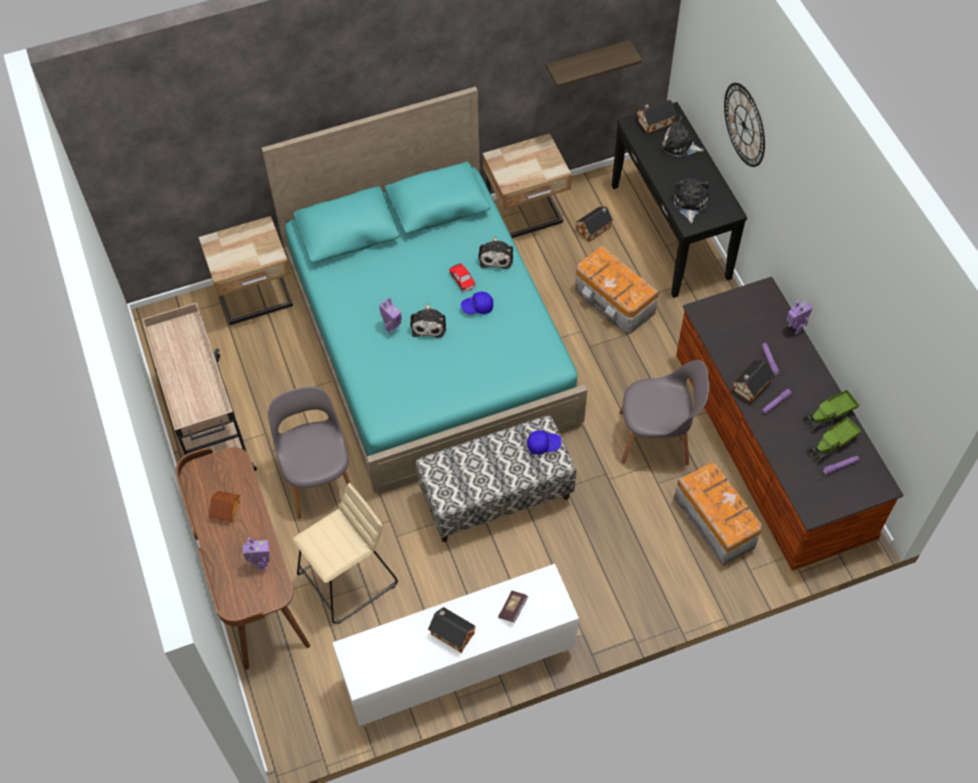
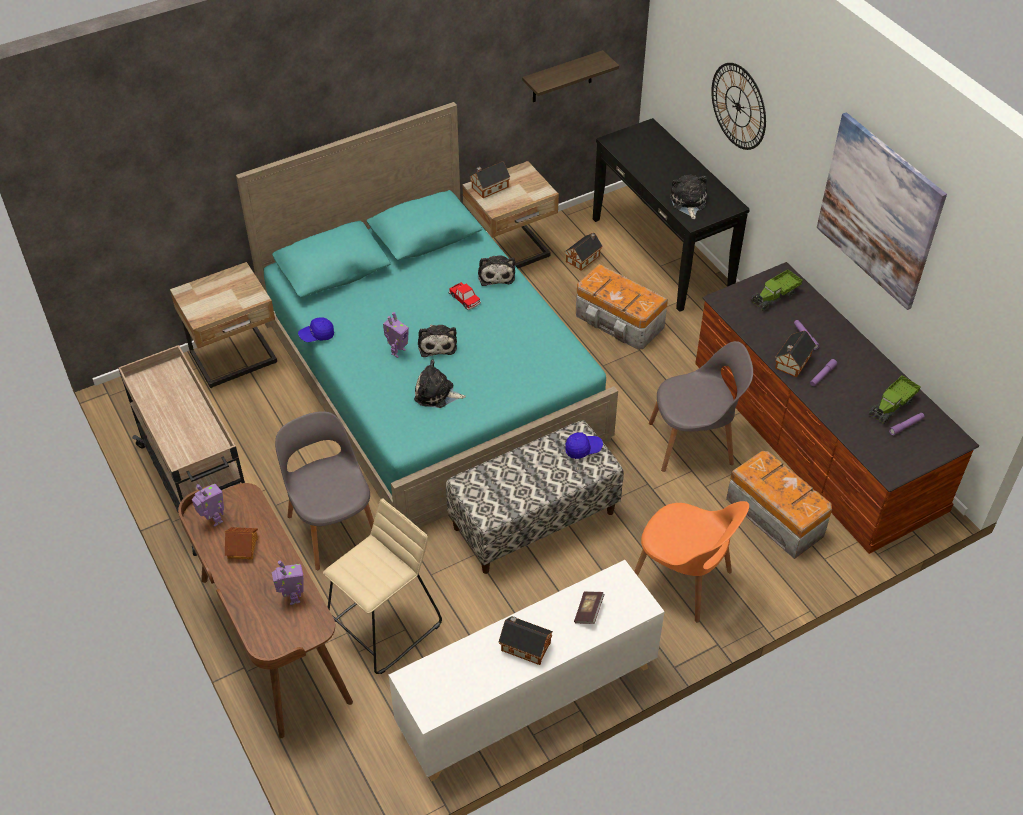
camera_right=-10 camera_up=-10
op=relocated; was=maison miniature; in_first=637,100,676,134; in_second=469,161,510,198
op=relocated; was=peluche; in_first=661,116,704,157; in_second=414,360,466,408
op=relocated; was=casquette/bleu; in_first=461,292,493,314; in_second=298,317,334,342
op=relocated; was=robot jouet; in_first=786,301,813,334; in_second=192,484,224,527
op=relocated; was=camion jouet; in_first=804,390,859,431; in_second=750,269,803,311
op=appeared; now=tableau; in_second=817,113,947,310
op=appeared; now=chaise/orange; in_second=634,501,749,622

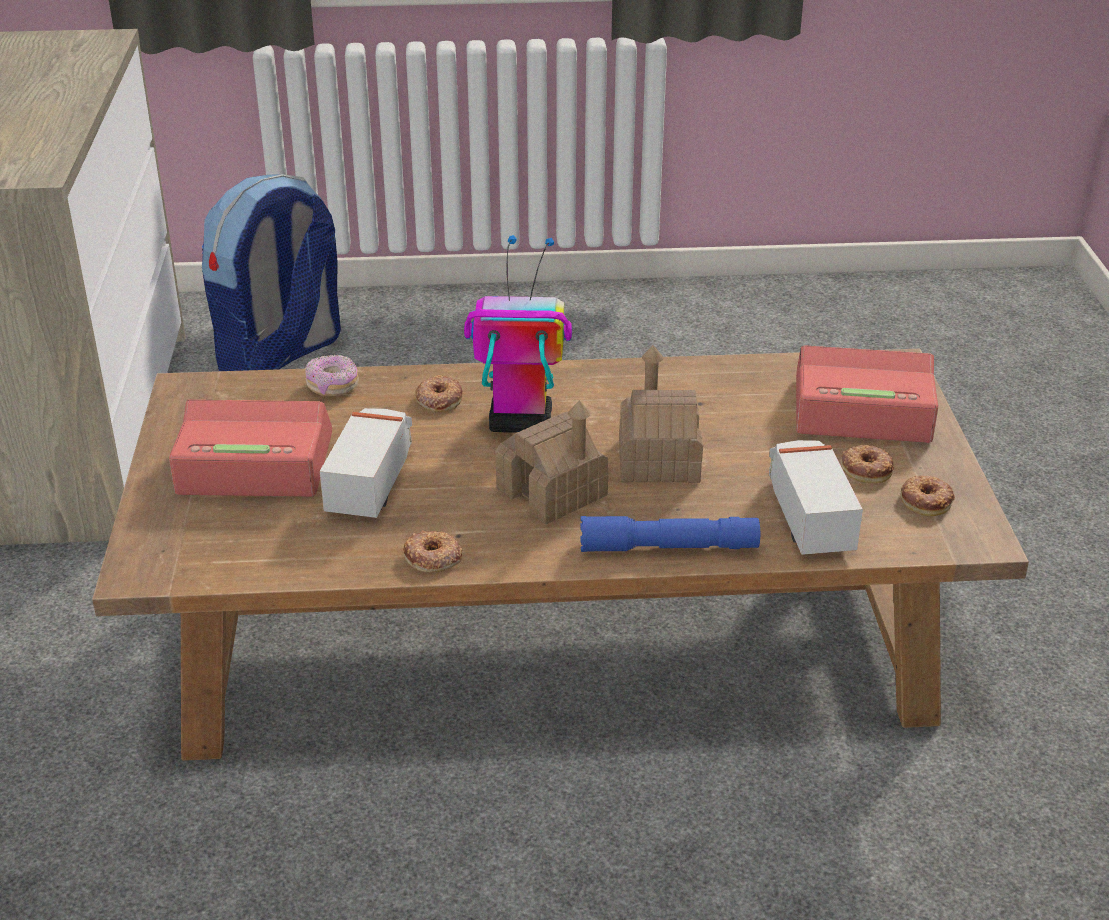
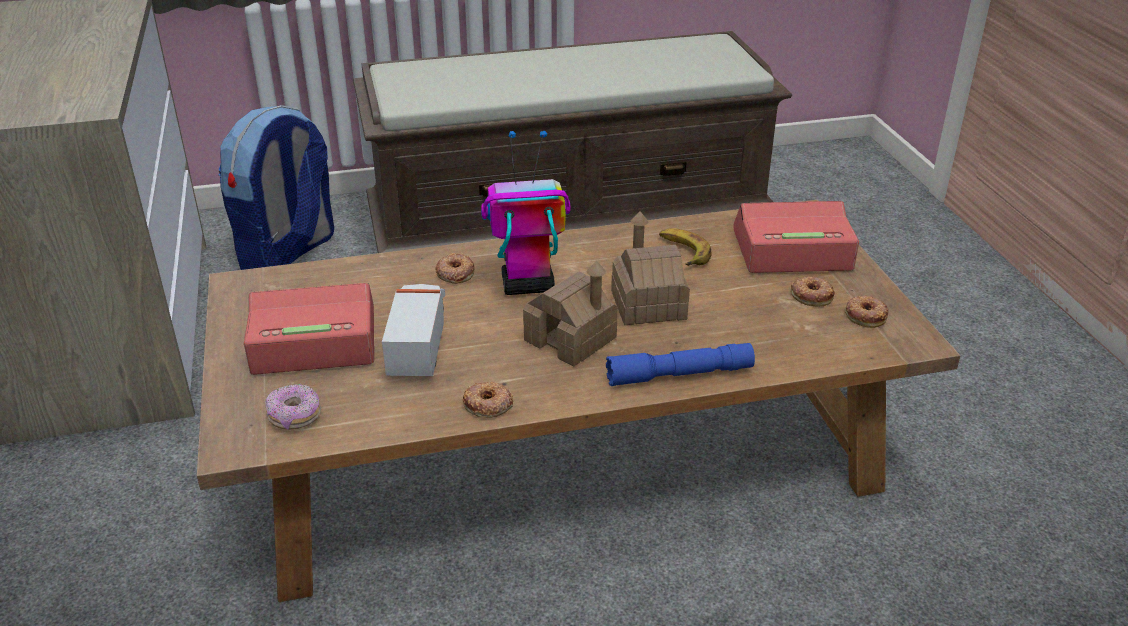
camera_right=-10 camera_up=0
op=relocated; was=beignet; in_first=305,355,359,396; in_second=265,384,321,430
op=missing; was=camion jouet; in_first=769,440,863,555
op=appeared; now=banc/marron; in_second=353,31,792,253
op=appeared; now=banane; in_second=659,228,712,266

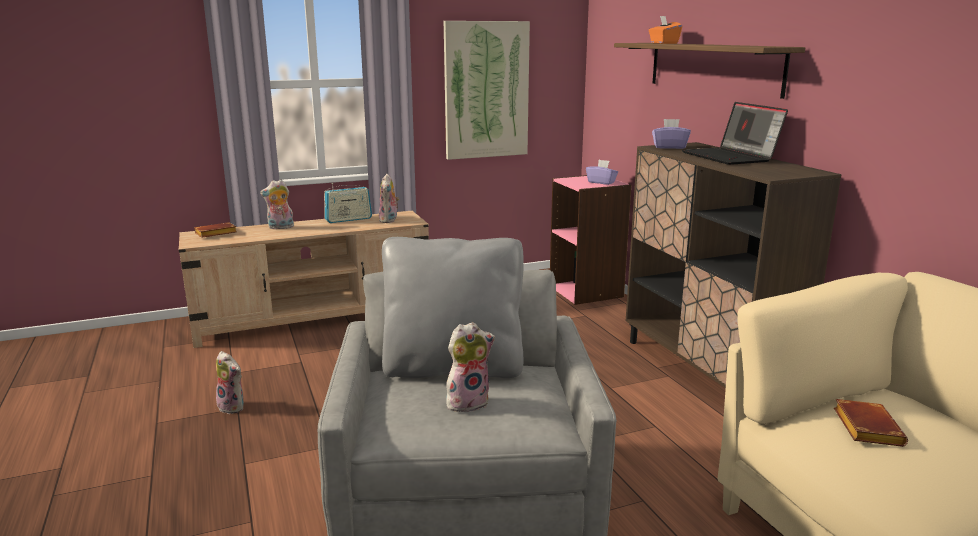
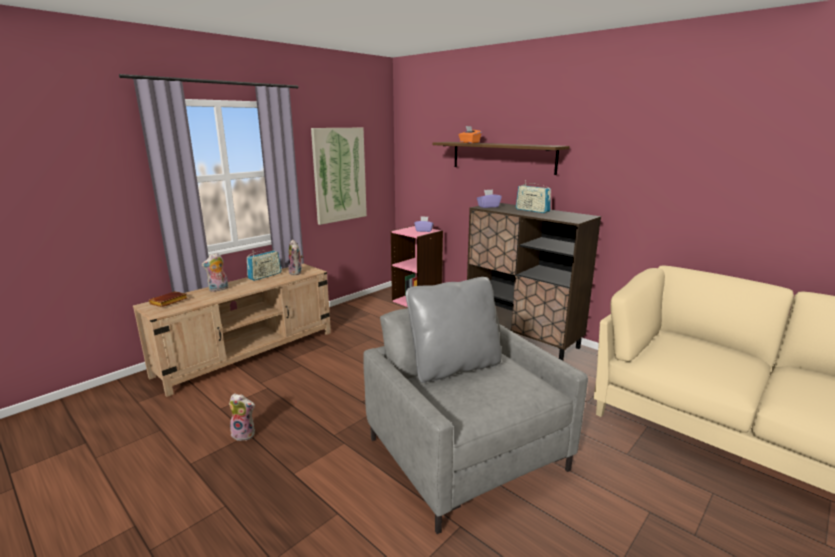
camera_right=-25 camera_up=0
op=exchanged; was=ordinateur portable; now=radio; in_first=682,102,788,165; in_second=516,180,551,213
op=missing; was=peluche; in_first=446,322,495,412
op=missing; was=livre/marron; in_first=834,399,908,447

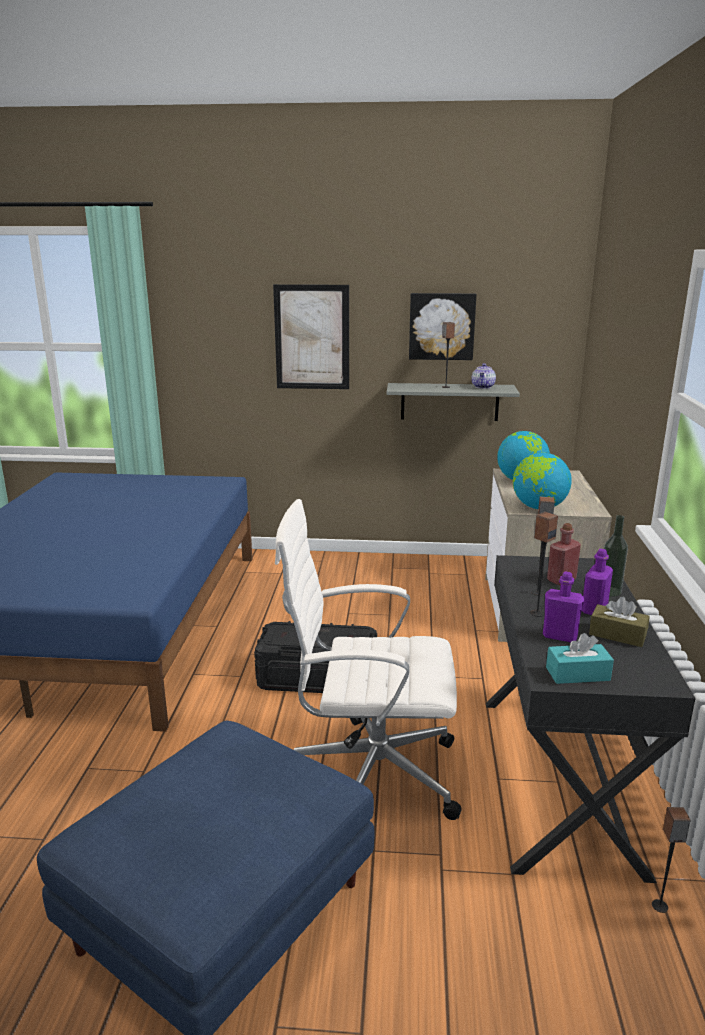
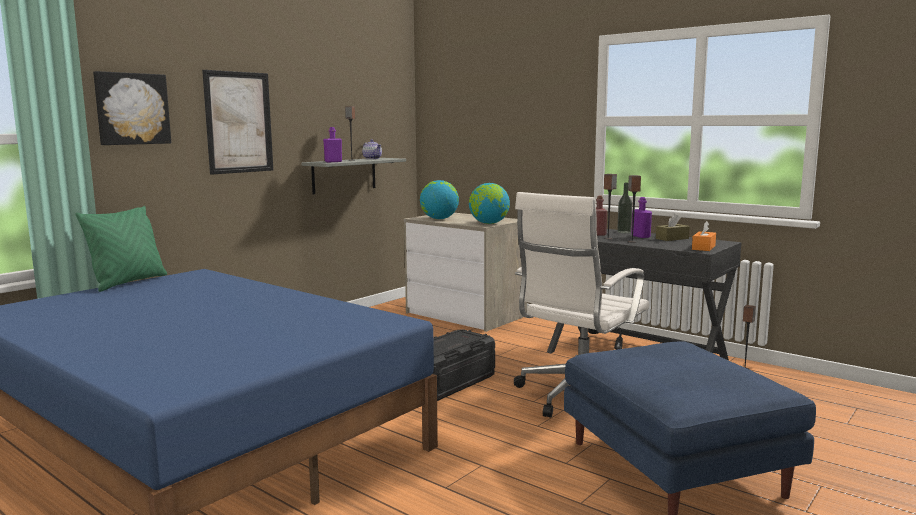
camera_right=-55 camera_up=-10
op=relocated; was=tableau; in_first=409,293,476,360; in_second=93,71,171,145
op=relocated; was=bouteille/violet; in_first=543,571,584,642; in_second=323,127,342,162
op=colour; was=boîte à mouchoirs/turquoise; now=boîte à mouchoirs/orange; in_first=546,633,614,684; in_second=692,221,716,251
op=appeared; now=coussin/vert; in_second=76,206,167,292

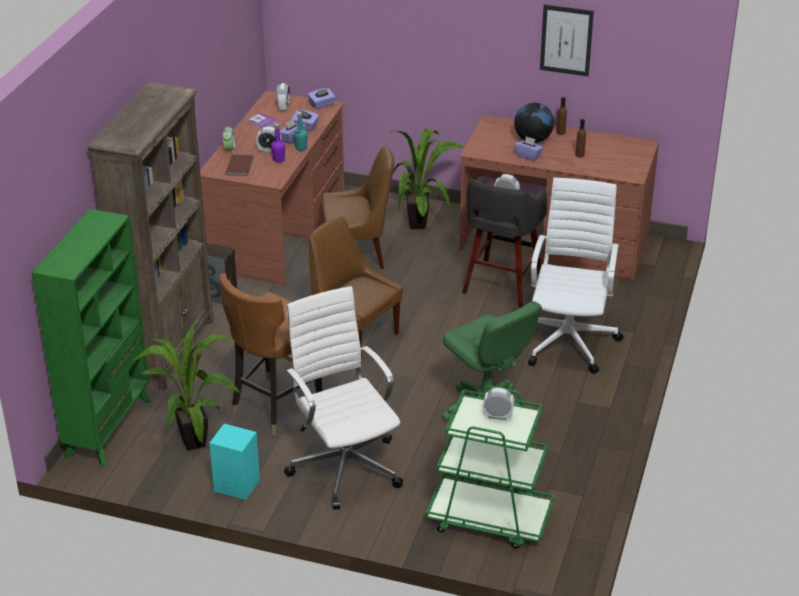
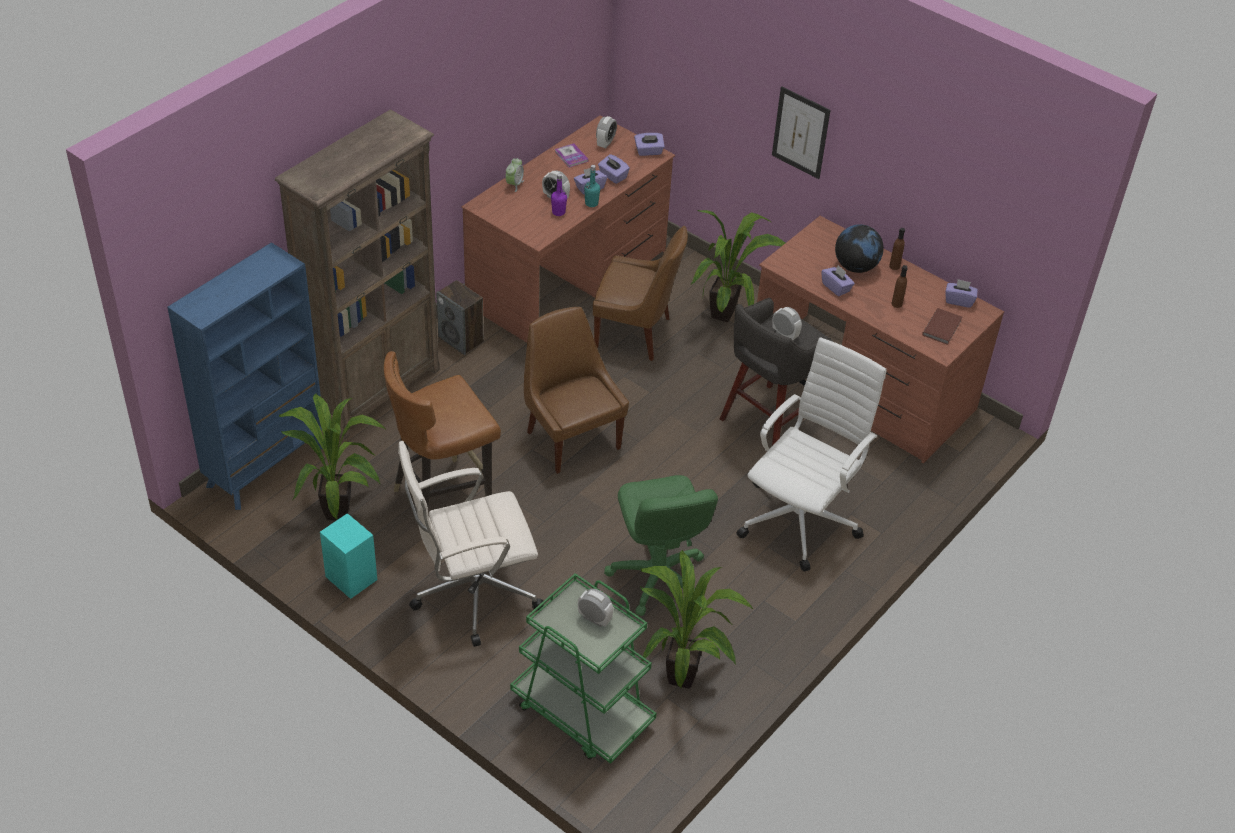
camera_right=20 camera_up=10
op=relocated; was=tableau; in_first=540,5,594,76; in_second=772,86,830,179
op=relocated; was=livre/marron; in_first=225,154,253,176; in_second=922,308,962,345
op=colour; was=bibliothèque/vert; now=bibliothèque/bleu; in_first=31,209,151,467; in_second=167,242,323,510
op=spun; was=chaise de bureau/blanc; in_first=284,286,403,510; in_second=398,441,544,647; clockwise=-105
op=appeared; now=boîte à mouchoirs/violet; in_second=945,279,978,308
op=appeared; now=plante en pot; in_second=640,550,753,689

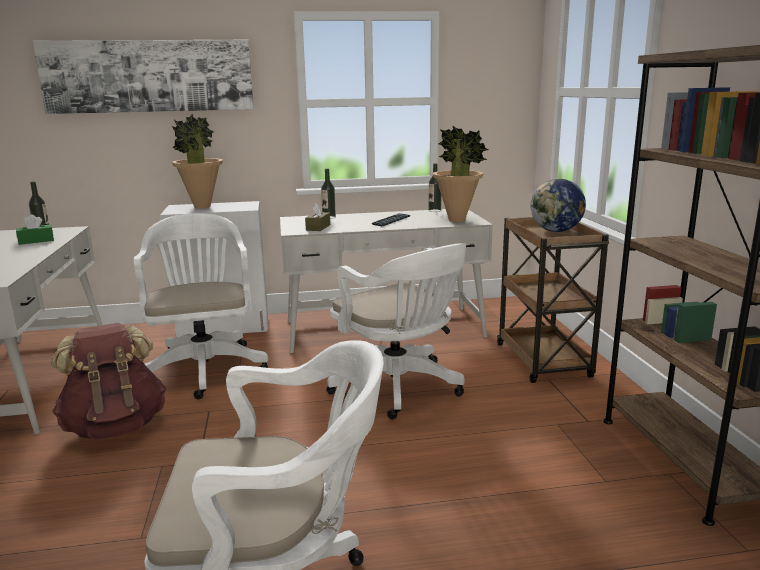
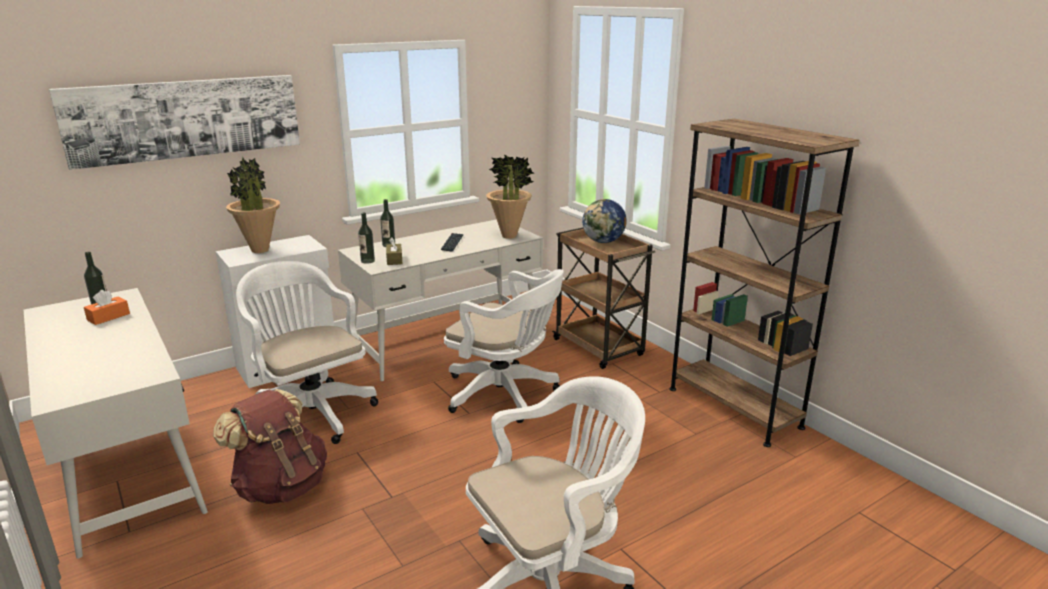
camera_right=-25 camera_up=5
op=relocated; was=bouteille; in_first=429,164,441,212; in_second=358,213,375,264
op=colour; was=boîte à mouchoirs/vert; now=boîte à mouchoirs/orange; in_first=16,214,54,245; in_second=84,290,130,325

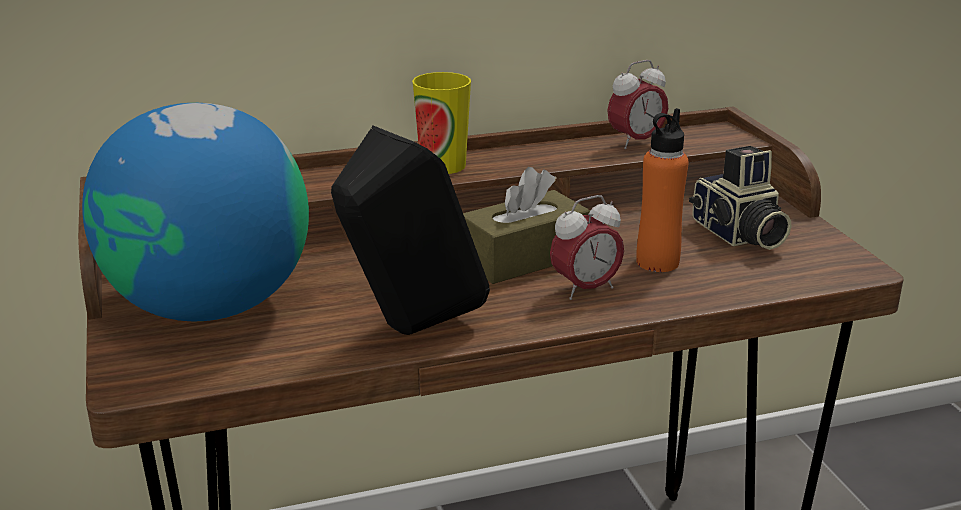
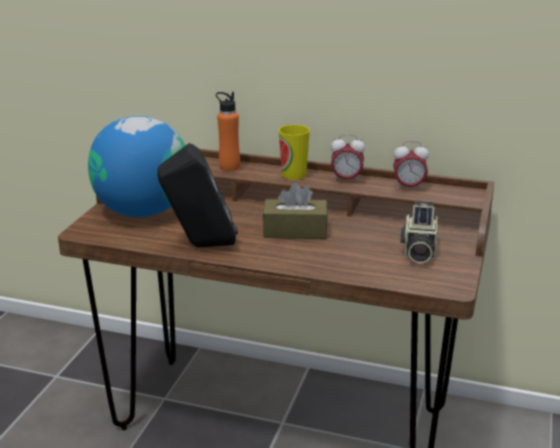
camera_right=35 camera_up=0
op=relocated; was=bouteille/orange; in_first=636,108,689,272; in_second=216,92,240,171
op=relocated; was=réveil; in_first=550,195,624,300; in_second=331,134,365,183

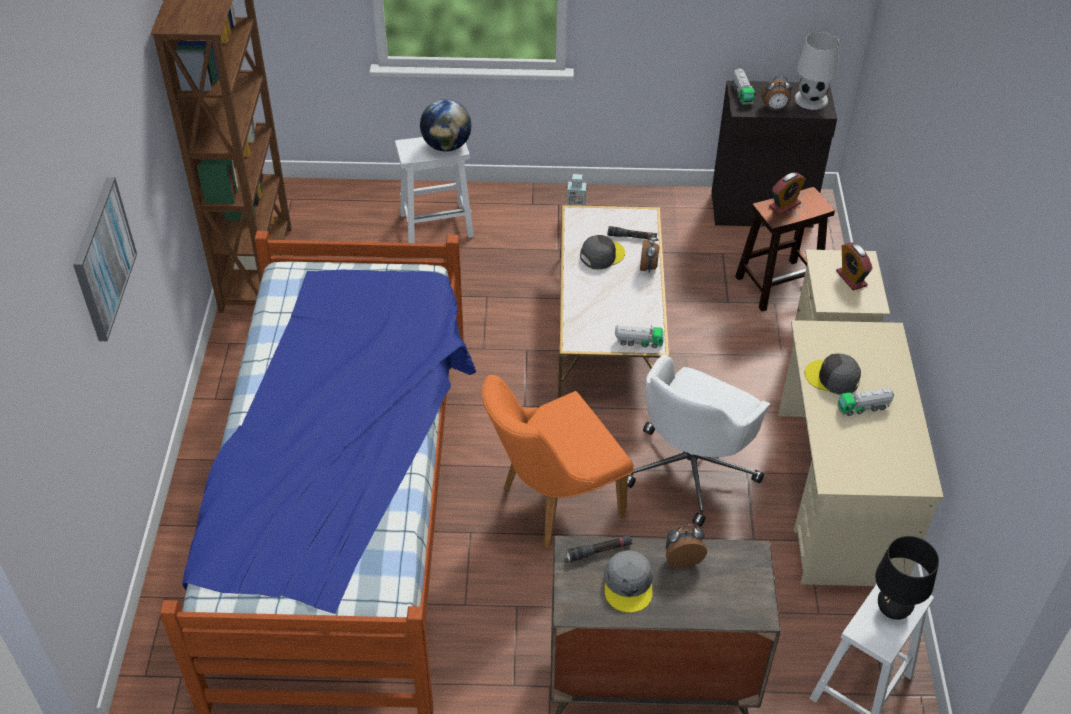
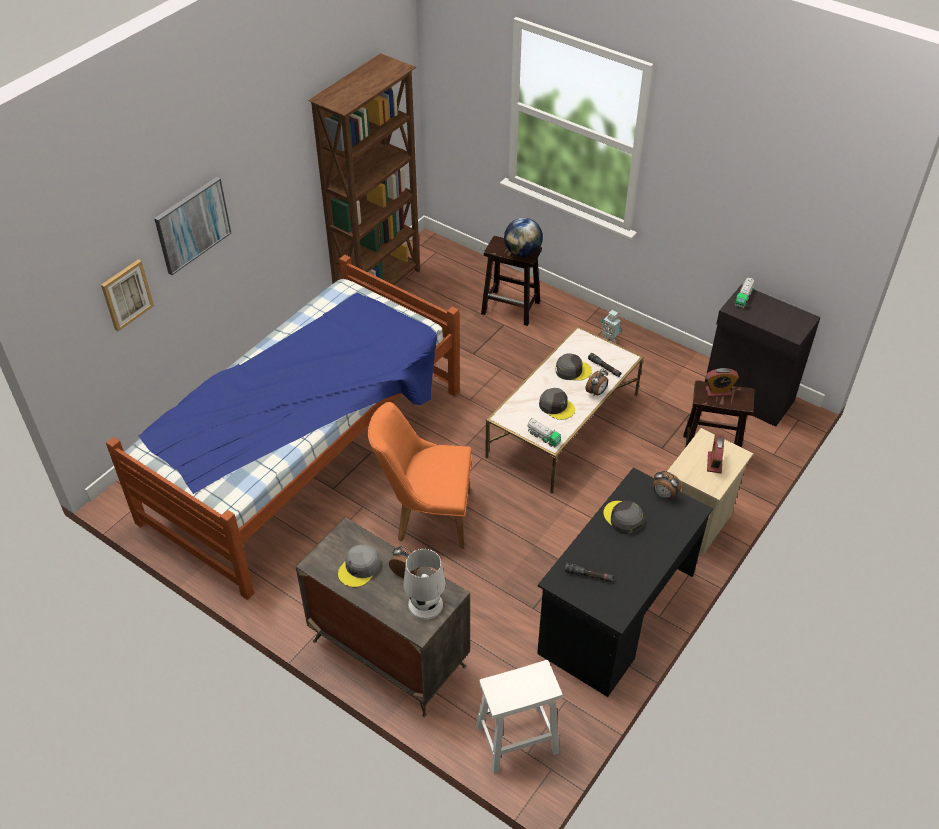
camera_right=35 camera_up=0
op=relocated; was=lampe de table/blanc; in_first=794,32,840,110; in_second=403,549,446,620
op=relocated; was=réveil; in_first=761,76,793,111; in_second=652,471,682,499
op=colour; was=tabouret/blanc; now=tabouret/marron; in_first=395,137,474,243; in_second=481,236,542,326
op=colour; was=bureau/beige; now=bureau/noir; in_first=778,320,944,586; in_second=537,468,713,697
op=missing; was=chaise de bureau/blanc; in_first=627,354,770,527
op=missing; was=camion jouet; in_first=837,388,894,416
op=relocated; was=lampe de poche/noir; in_first=566,535,632,562; in_second=564,563,614,582
op=missing; was=lampe de table/noir; in_first=875,536,939,620
op=appeared; now=tableau; in_second=101,259,154,332
op=appeared; now=casquette/gris; in_second=539,388,575,420

